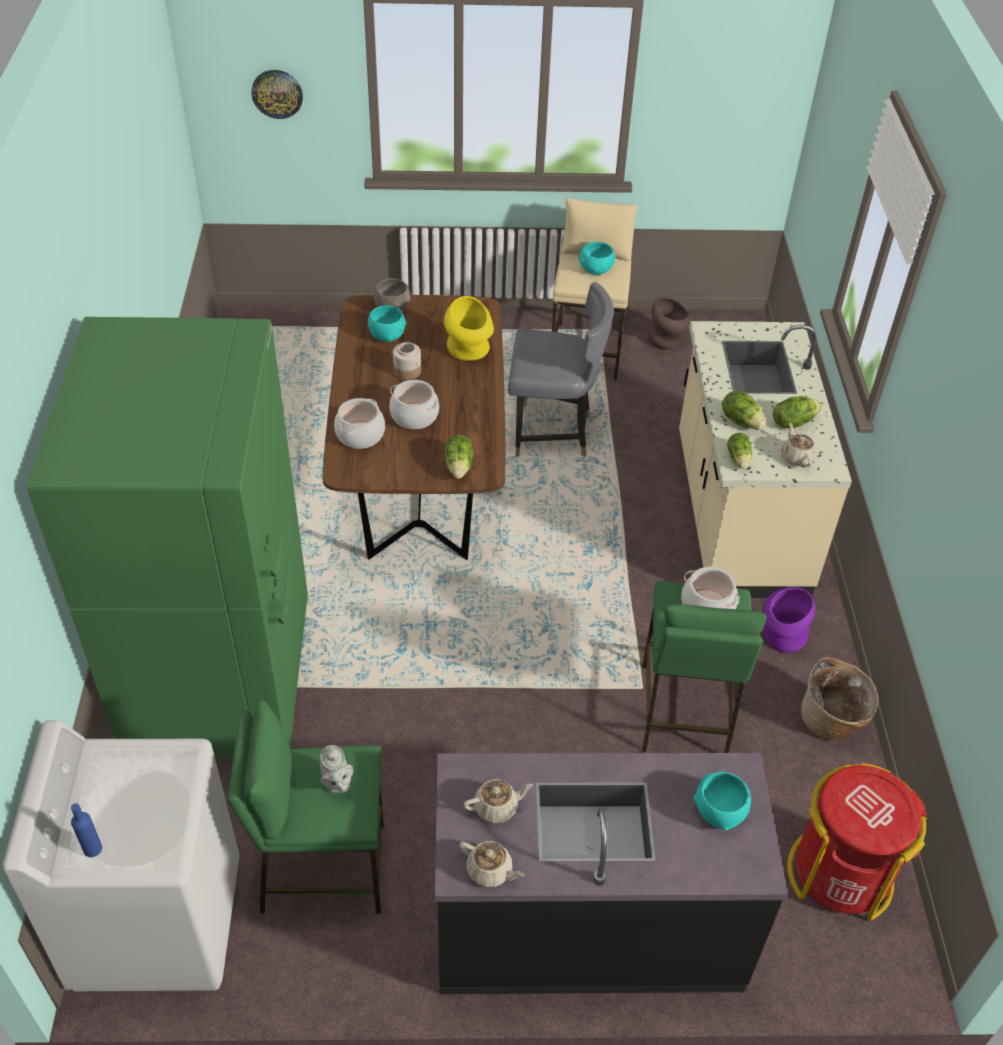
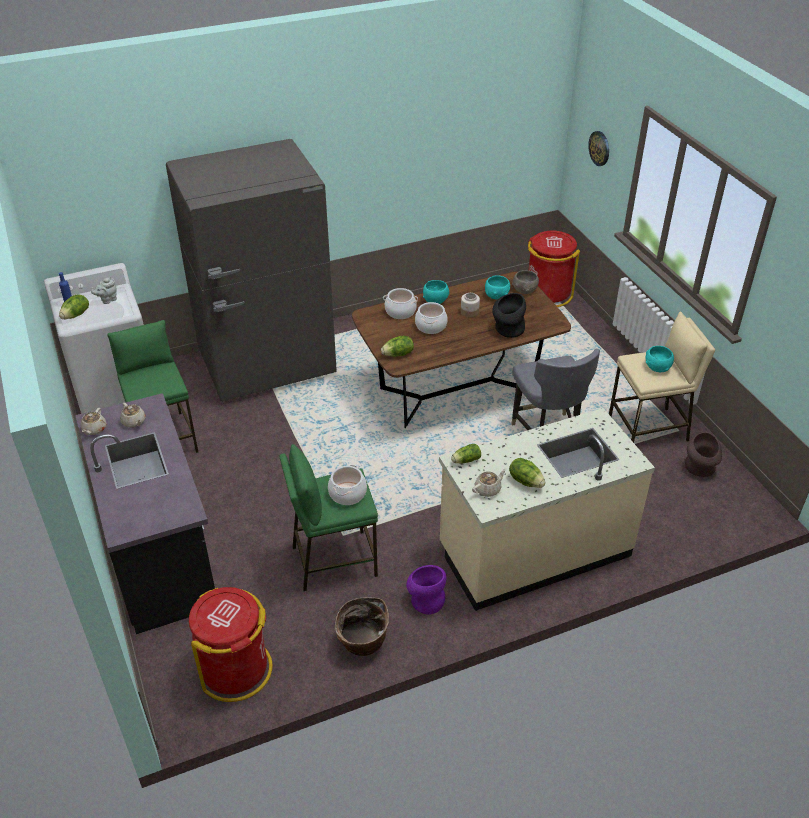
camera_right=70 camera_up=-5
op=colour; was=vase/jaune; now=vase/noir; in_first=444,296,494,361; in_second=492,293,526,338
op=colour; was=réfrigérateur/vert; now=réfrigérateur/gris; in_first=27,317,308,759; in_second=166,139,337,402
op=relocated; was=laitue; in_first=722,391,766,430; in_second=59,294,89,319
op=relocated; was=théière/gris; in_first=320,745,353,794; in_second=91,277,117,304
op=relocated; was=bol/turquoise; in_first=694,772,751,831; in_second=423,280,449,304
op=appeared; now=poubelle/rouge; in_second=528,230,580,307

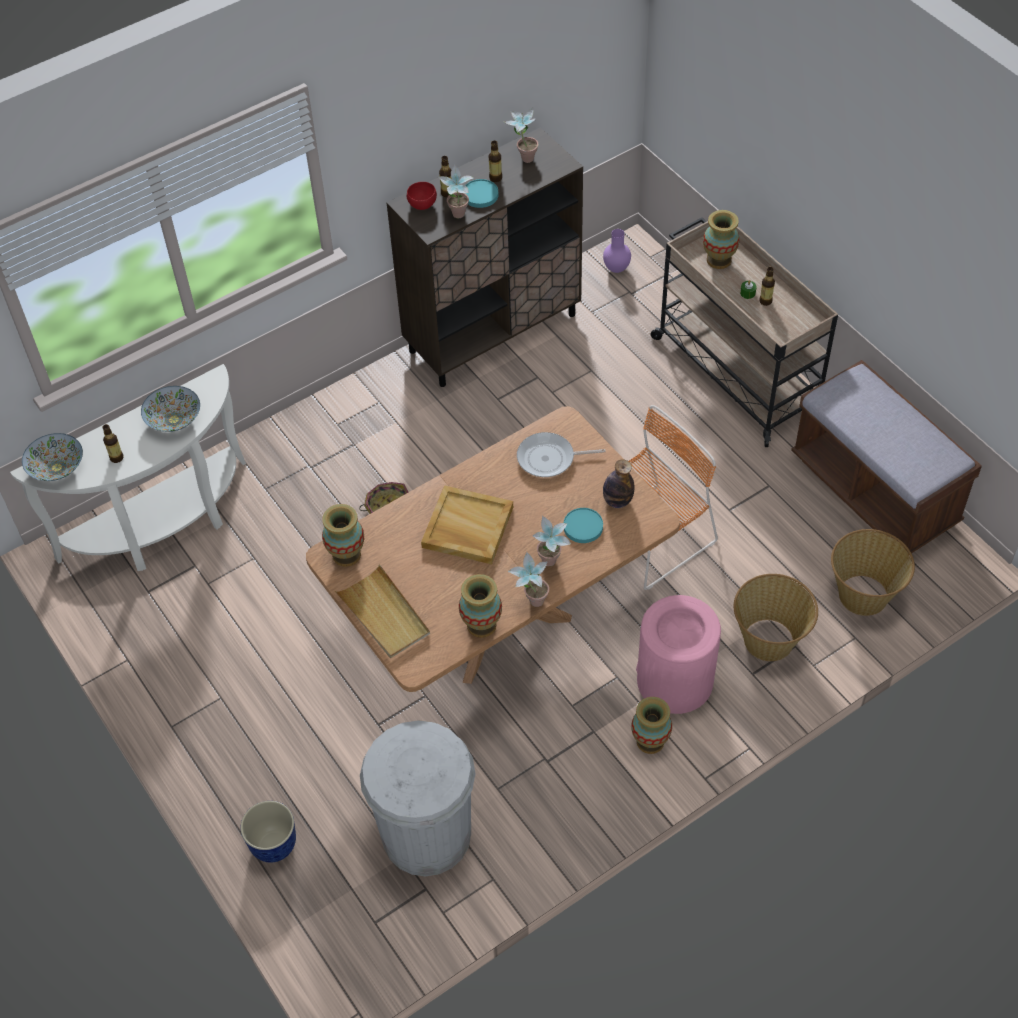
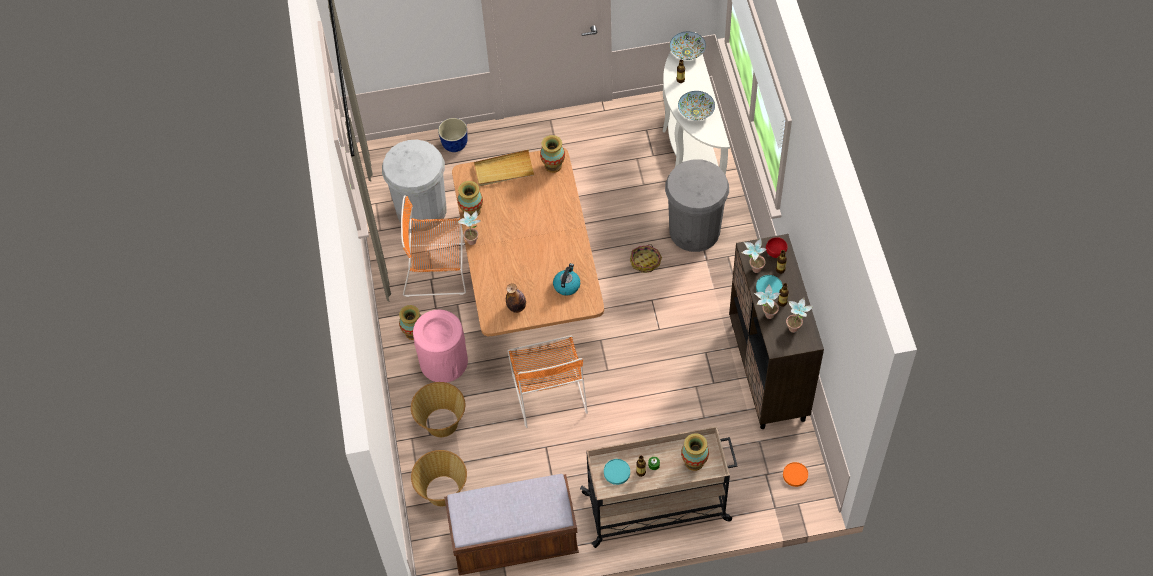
camera_right=115 camera_up=5
op=exchanged; was=vase/violet; now=assiette/orange; in_first=603,229,631,273; in_second=783,462,808,487
op=exchanged; was=poêle; now=bouilloire; in_first=517,432,606,477; in_second=553,263,580,296
op=missing; was=plateau/beige; in_first=421,485,513,564
op=relocated; was=assiette/turquoise; in_first=564,508,603,543; in_second=604,459,630,485
op=relocated; was=plante en pot; in_first=533,516,571,566; in_second=754,285,780,319
op=appeared; now=poubelle/gris; in_second=665,159,729,252
op=appeared; now=chaise/orange; in_second=401,195,466,297

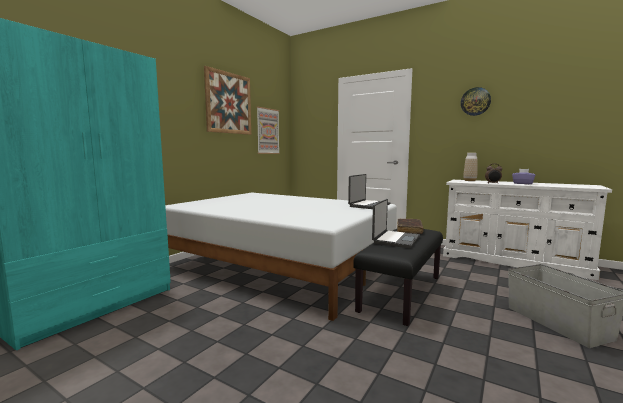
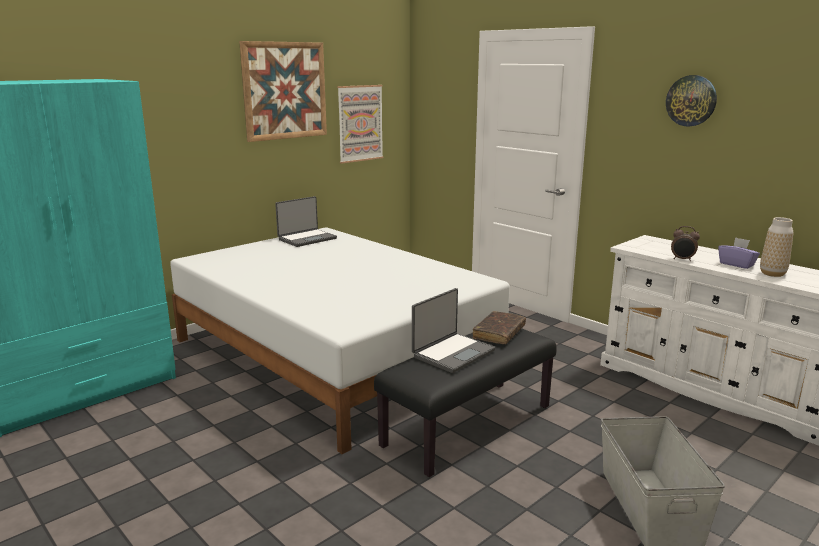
camera_right=15 camera_up=10
op=relocated; was=vase; in_first=463,153,478,181; in_second=760,217,794,277
op=relocated; was=ordinateur portable; in_first=348,174,390,209; in_second=275,196,337,247

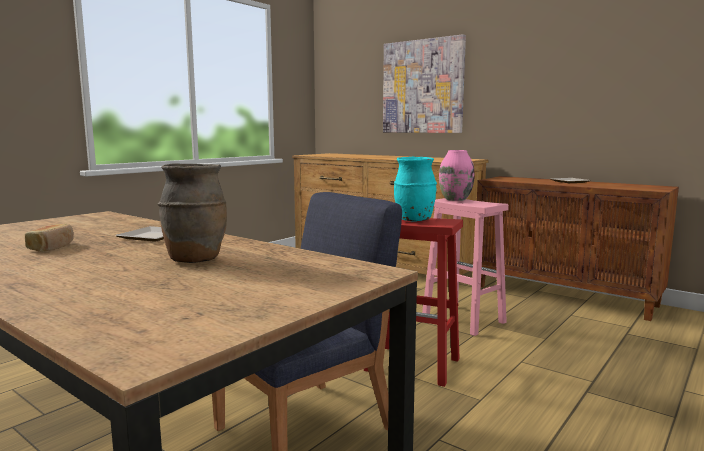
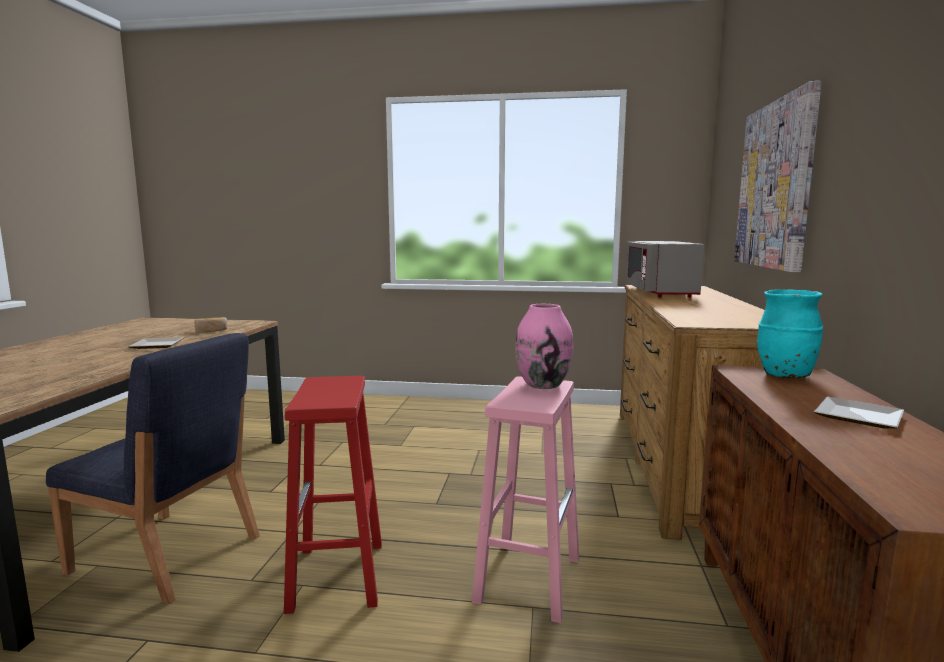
camera_right=60 camera_up=0
op=relocated; was=vase/turquoise; in_first=394,156,437,222; in_second=757,289,823,378
op=missing; was=vase/marron; in_first=158,163,227,263
op=relocated; was=pain; in_first=25,223,74,252; in_second=194,317,228,332
op=appeared; now=micro-ondes/gris; in_second=625,241,704,298

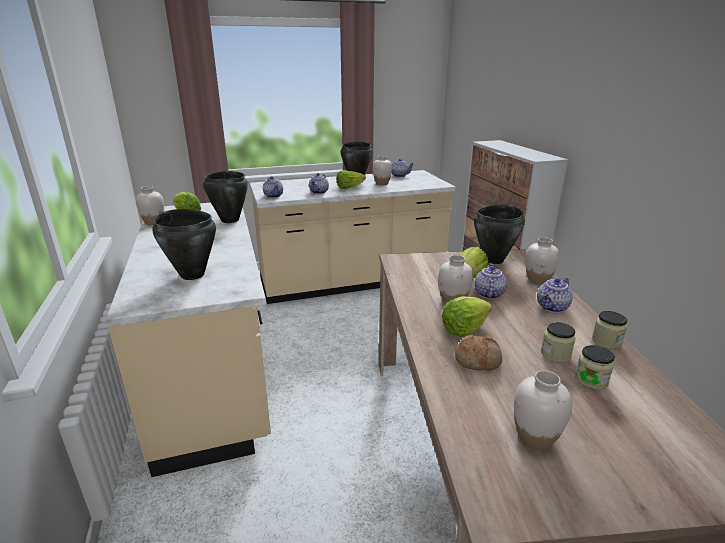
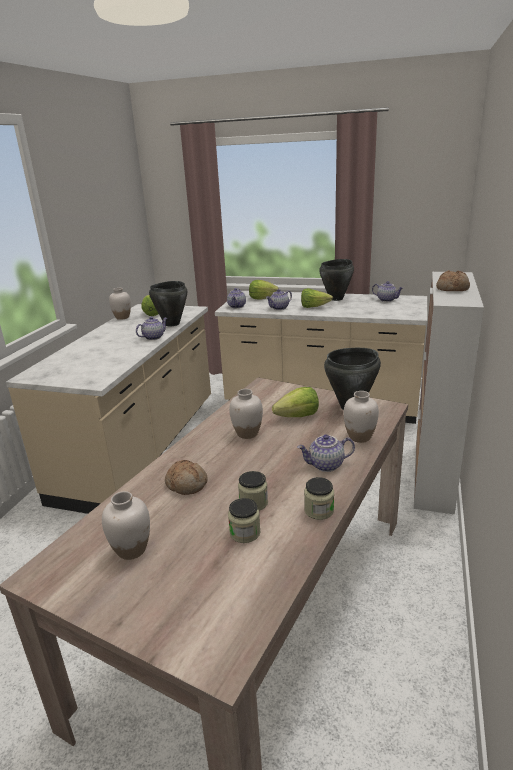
camera_right=35 camera_up=0
op=missing; was=vase/blanc; in_first=373,155,392,185
op=missing; was=marmite/noir; in_first=153,209,216,280
op=relocated; was=théière; in_first=474,264,507,299; in_second=136,317,167,340
op=relocated; was=laitue; in_first=442,296,492,337; in_second=249,280,279,300
op=appeared; now=pain; in_second=436,270,470,291

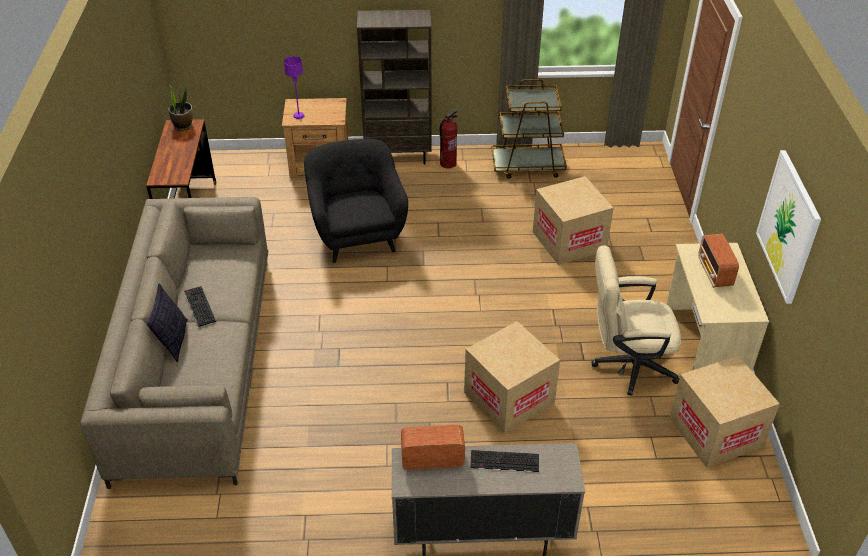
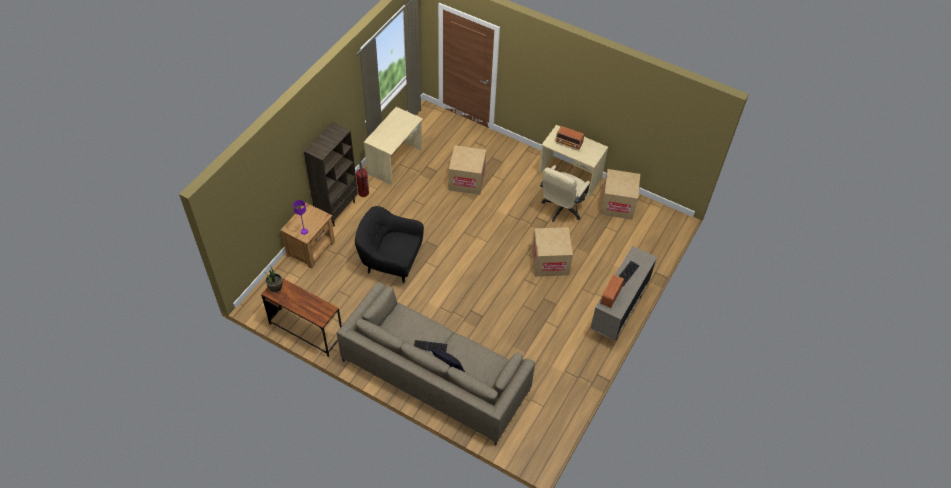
camera_right=-60 camera_up=10
op=exchanged; was=chariot/marron; now=bureau/beige; in_first=492,79,567,179; in_second=364,107,423,185
op=missing; was=tableau; in_first=756,150,821,304

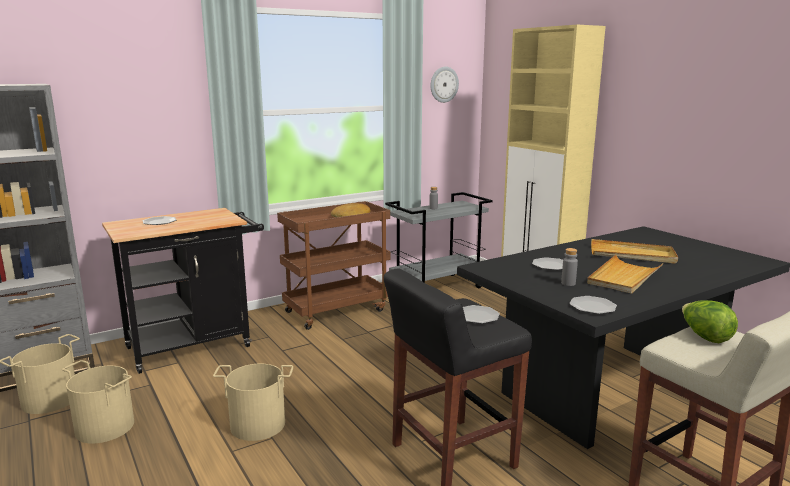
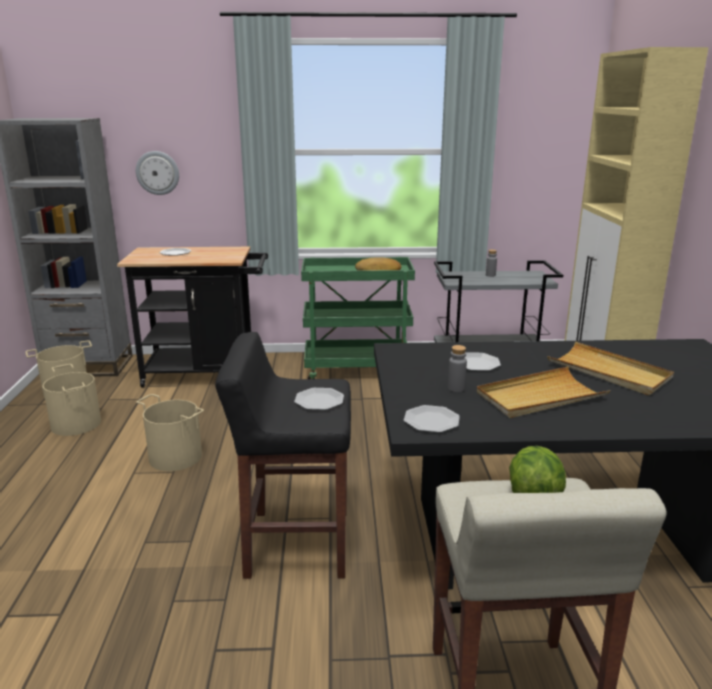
camera_right=30 camera_up=5
op=relocated; was=horloge murale; in_first=430,66,459,103; in_second=136,151,179,195
op=colour; was=chariot/marron; now=chariot/vert; in_first=277,201,390,330; in_second=301,257,415,379

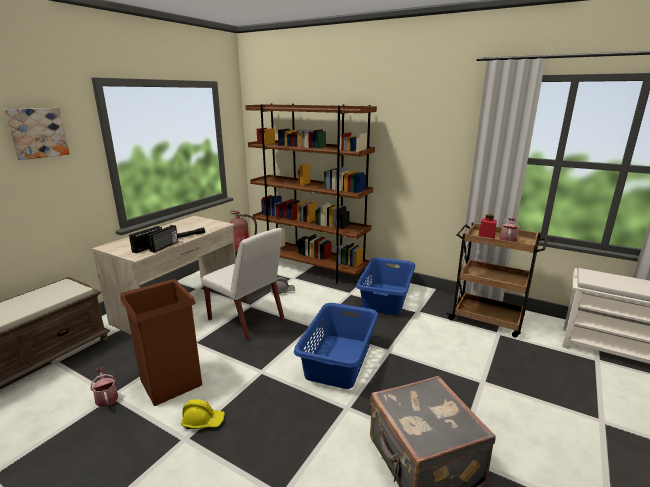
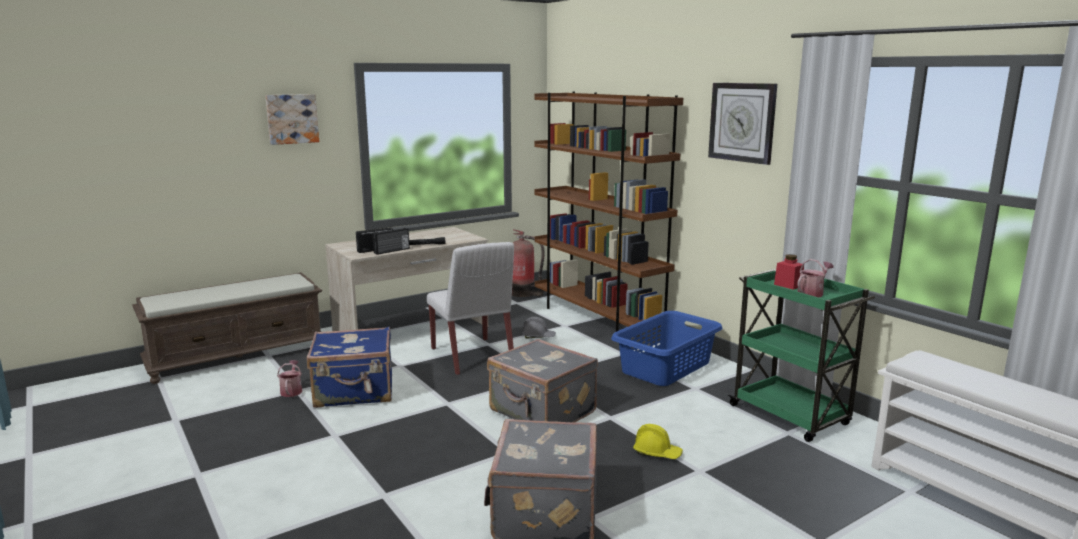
camera_right=25 camera_up=-5
op=colour; was=chariot/marron; now=chariot/vert; in_first=446,222,548,338; in_second=728,269,875,442
op=exchanged; was=poubelle/marron; now=valise/bleu; in_first=120,279,202,406; in_second=307,327,392,408
op=exchanged; was=panier à linge/bleu; now=valise/gris; in_first=294,303,378,389; in_second=487,339,598,422
op=relocated; was=casque de chantier/jaune; in_first=181,399,225,429; in_second=633,424,683,459
op=appeared; now=horloge murale; in_second=708,83,777,165

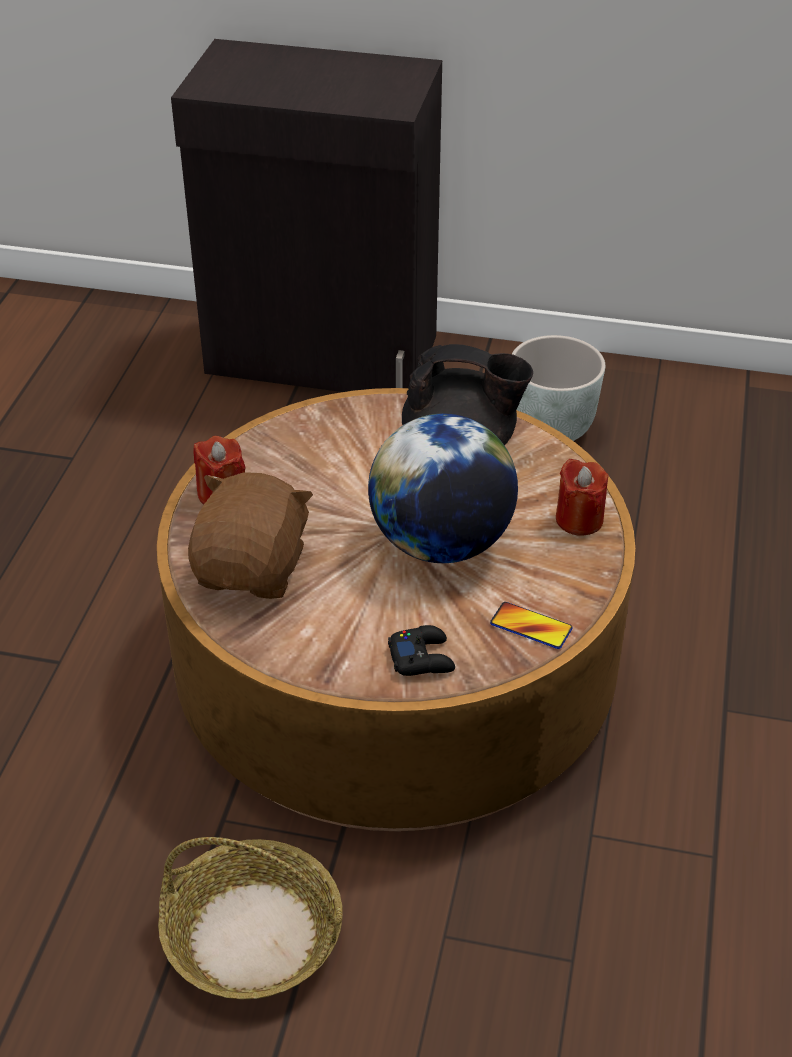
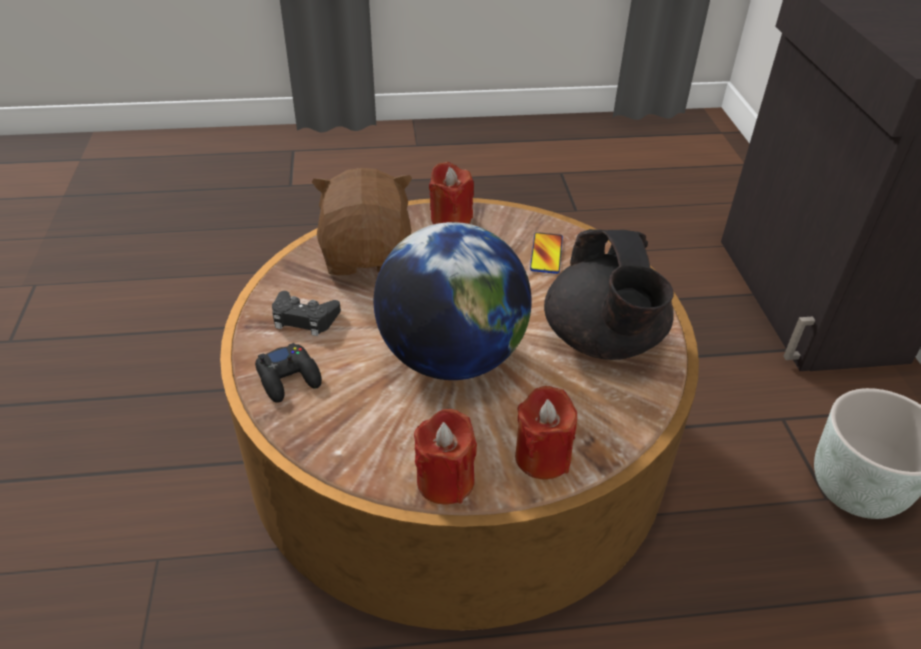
camera_right=70 camera_up=0
op=spun; was=peluche/marron; in_first=188,473,313,599; in_second=312,168,412,275; clockwise=-90
op=relocated; was=téléphone; in_first=490,602,573,649; in_second=530,232,563,274
op=missing; was=panier; in_first=158,837,343,999
op=appeared; now=manette/noir; in_second=272,291,341,336
op=appeared; now=bougie/rouge; in_second=414,409,477,505

